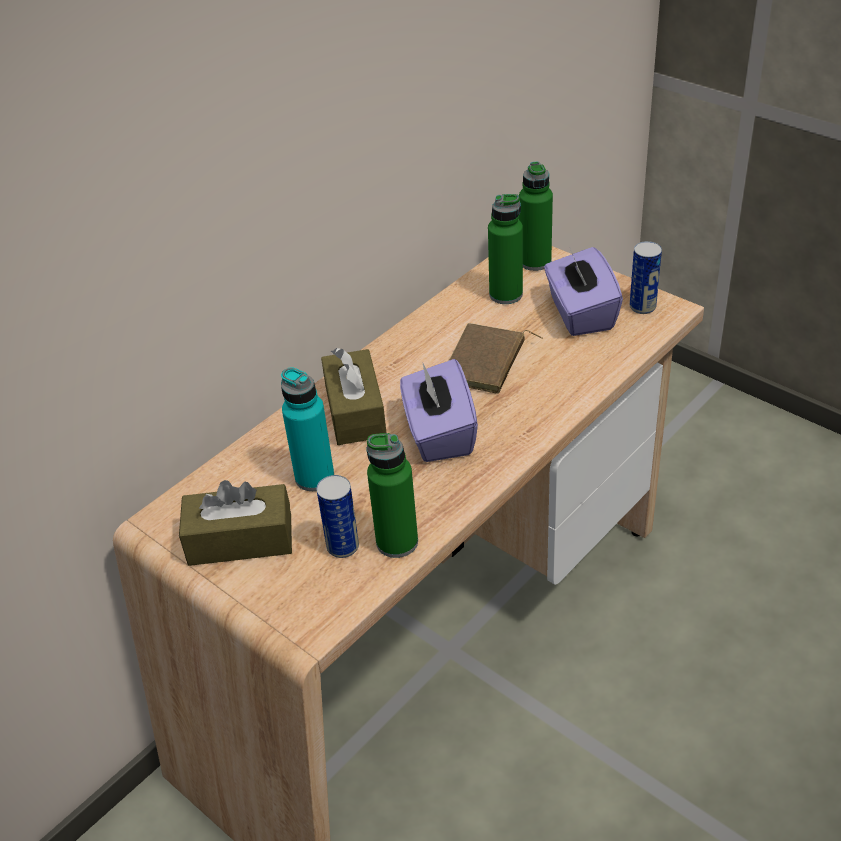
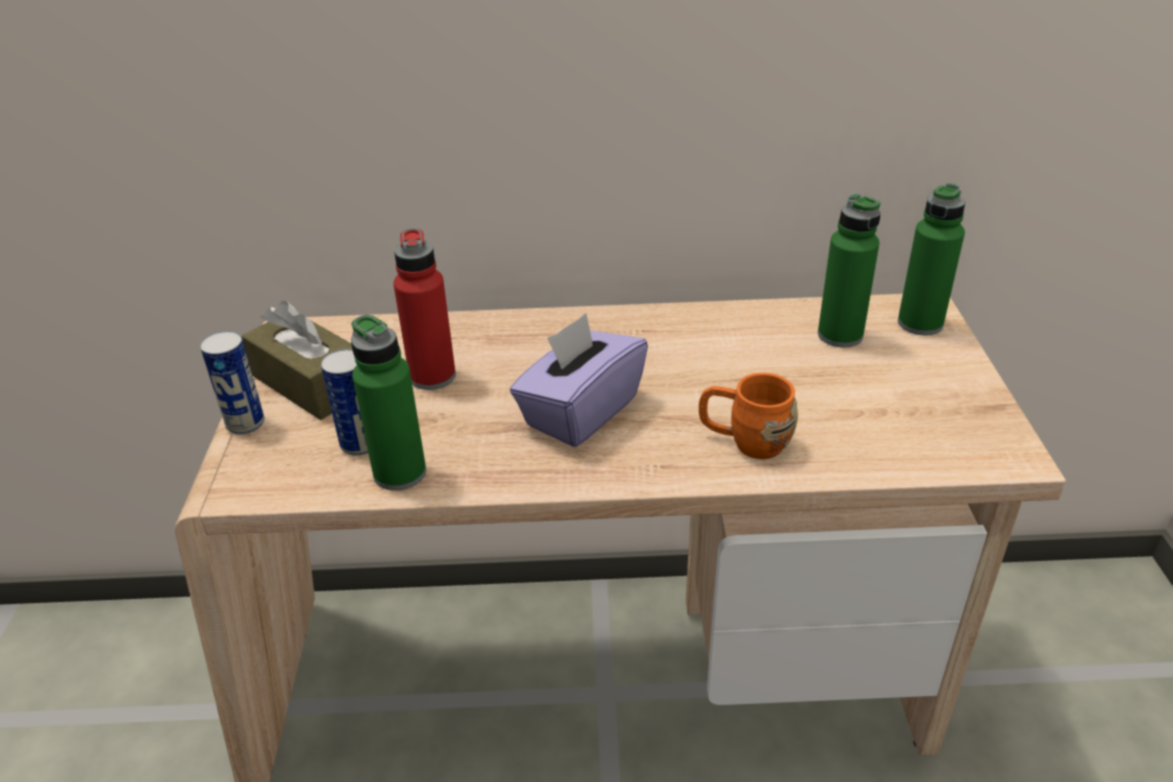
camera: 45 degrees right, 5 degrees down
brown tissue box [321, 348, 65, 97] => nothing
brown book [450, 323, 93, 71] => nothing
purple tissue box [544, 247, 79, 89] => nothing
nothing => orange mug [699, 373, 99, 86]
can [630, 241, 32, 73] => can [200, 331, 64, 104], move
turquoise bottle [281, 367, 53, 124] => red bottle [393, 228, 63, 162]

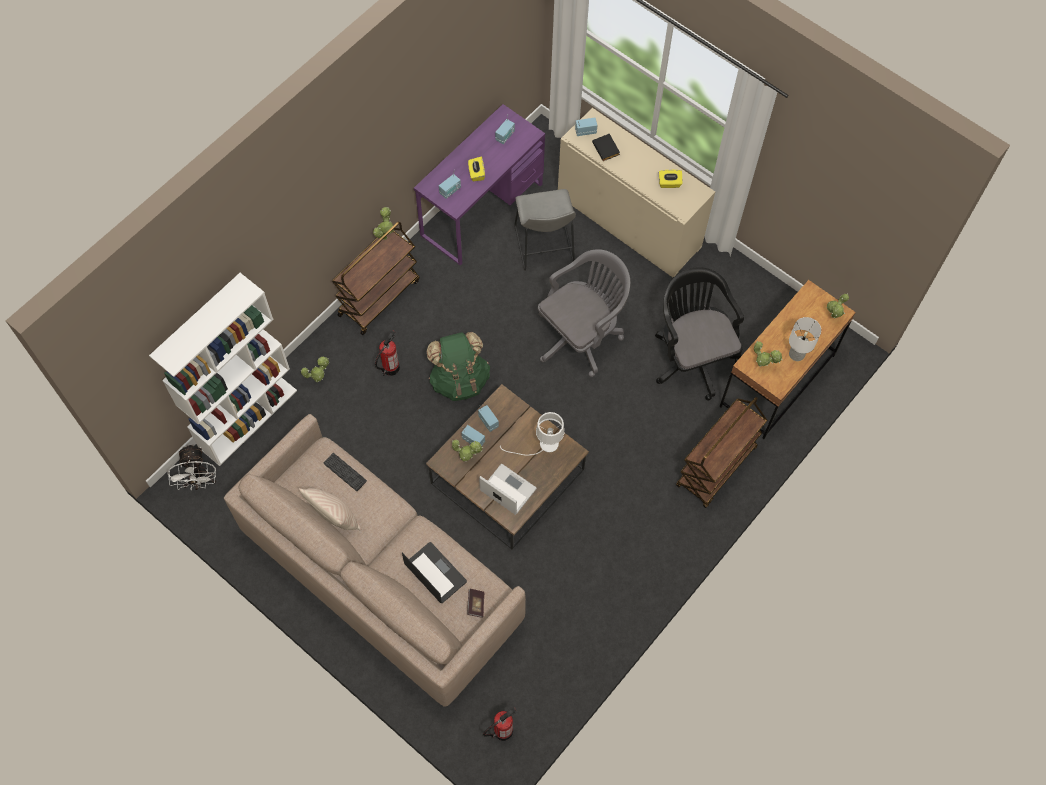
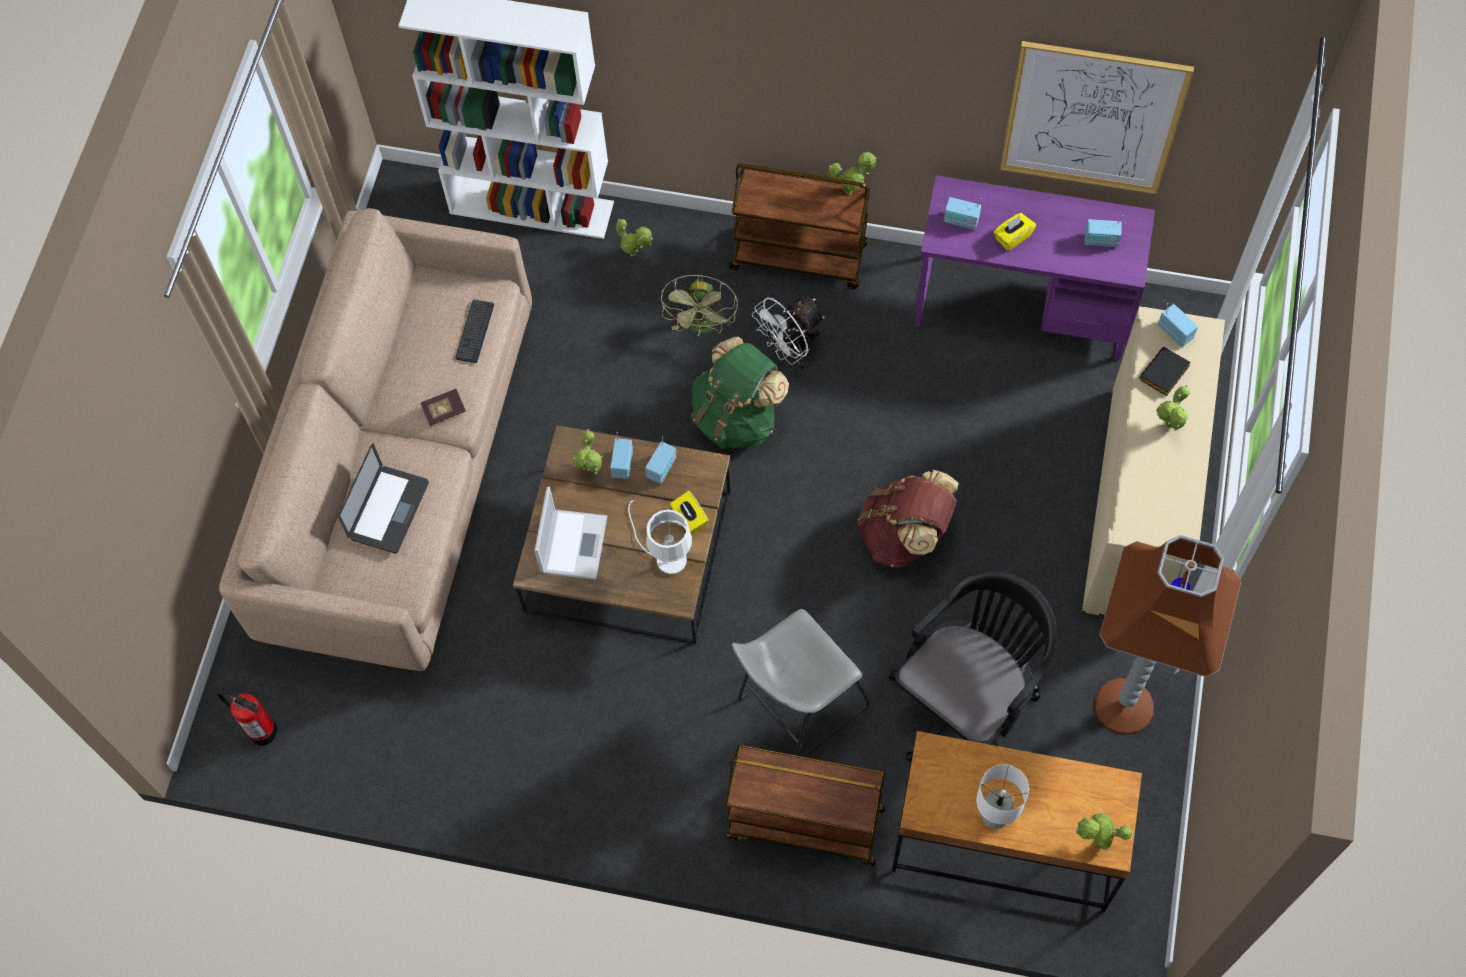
camera: 65 degrees right, 0 degrees up
beige pillow [299, 488, 63, 43] => nothing
nothing => picture [1000, 41, 194, 153]
nothing => brown floor lamp [1095, 535, 146, 200]
white fan [167, 444, 49, 47] => white fan [752, 296, 73, 75], move
book [467, 589, 18, 29] => book [420, 389, 46, 37], move
grey stool [514, 189, 62, 82] => grey stool [732, 609, 137, 148], move
yellow tissue box [659, 170, 24, 18] => yellow tissue box [670, 491, 39, 43], move
potted plant [754, 341, 29, 25] => potted plant [1156, 385, 34, 46], move
fire extinguisher [375, 330, 25, 46] => green fan [661, 275, 77, 61]
grey office chair [538, 249, 92, 128] => brown backpack [858, 470, 101, 98]

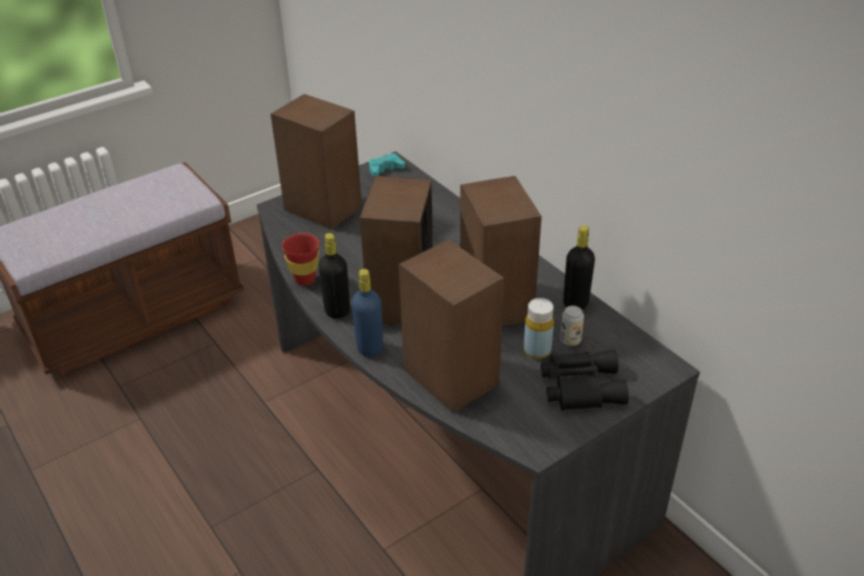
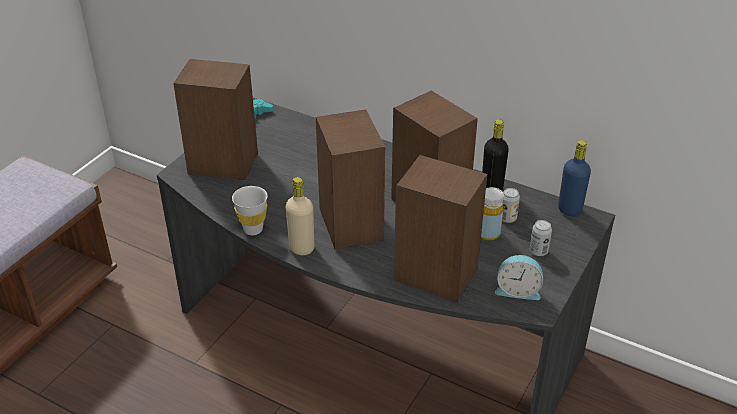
camera: 25 degrees left, 0 degrees up
nothing => alarm clock [495, 255, 48, 45]
blue bottle [352, 269, 31, 88] => blue bottle [558, 140, 33, 76], move
black binoculars [541, 350, 88, 61] => can [530, 220, 22, 36]
red cup [282, 233, 37, 53] => white cup [232, 186, 36, 49]
black bottle [318, 233, 32, 86] => beige bottle [286, 177, 28, 78]

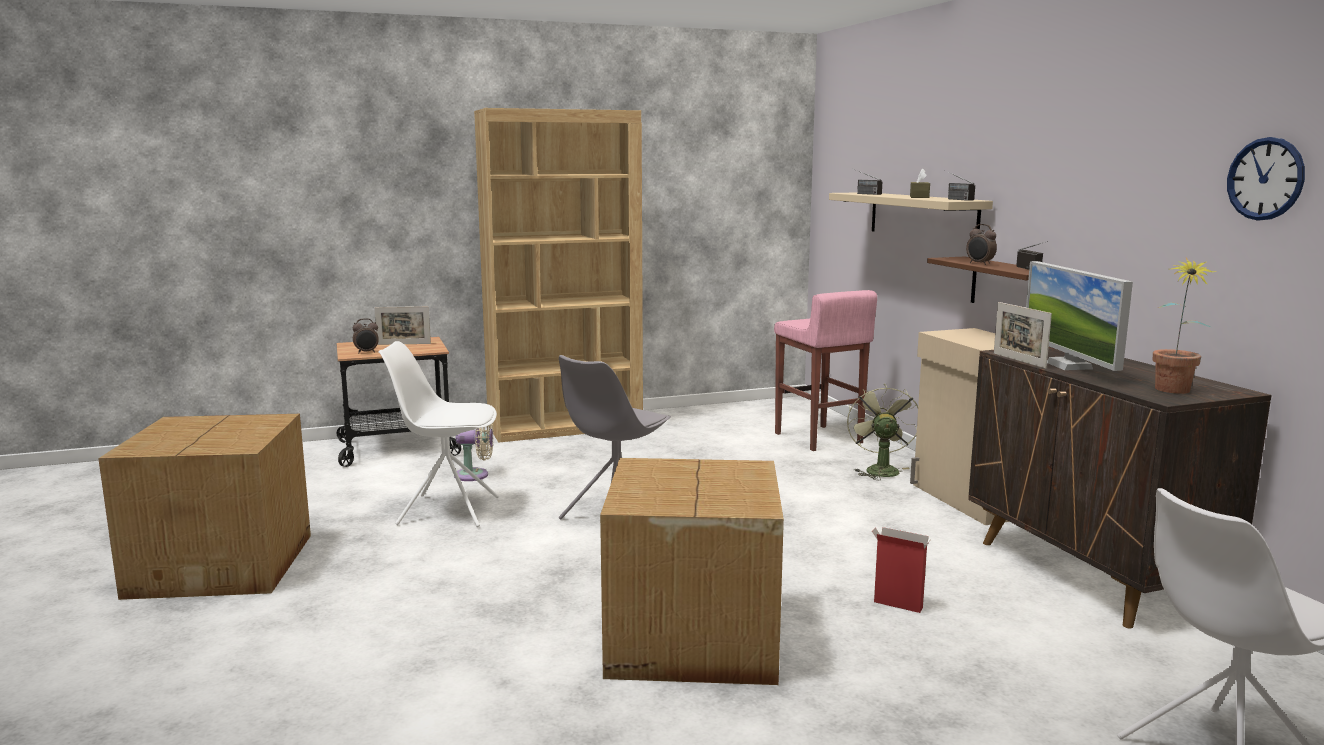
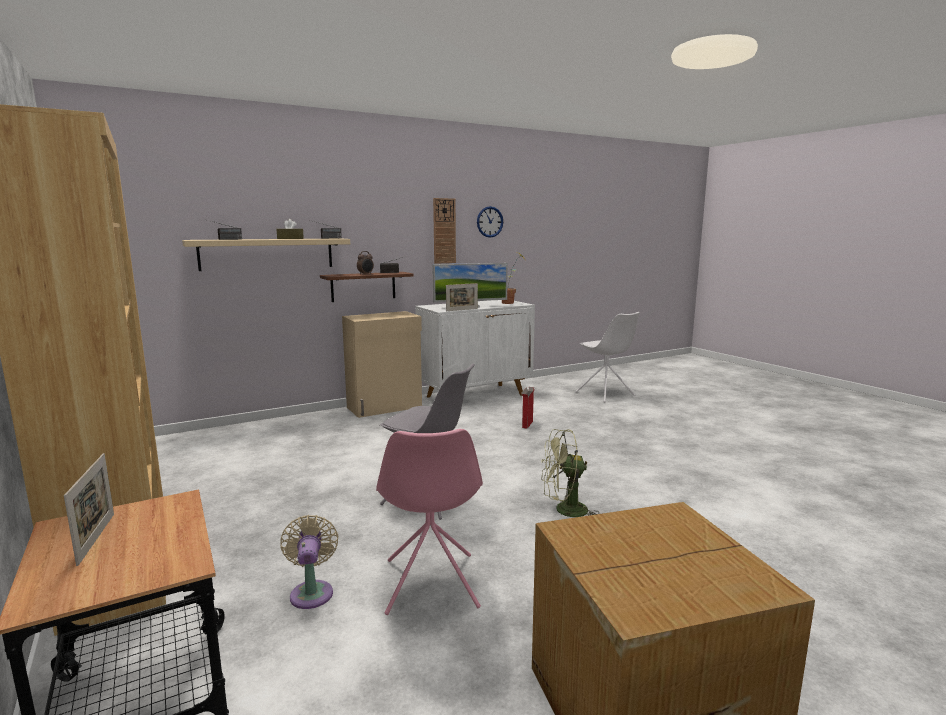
camera: 100 degrees left, 0 degrees up
alarm clock [353, 318, 26, 35] => nothing
cardboard box [600, 458, 184, 227] => nothing
pink stool [774, 290, 103, 161] => nothing
nothing => wall clock [433, 198, 23, 66]
green fan [847, 383, 71, 97] => green fan [541, 429, 58, 88], move
white chair [378, 341, 121, 186] => pink chair [376, 429, 107, 186]
brown cabinet [968, 347, 303, 281] => white cabinet [415, 300, 120, 97]

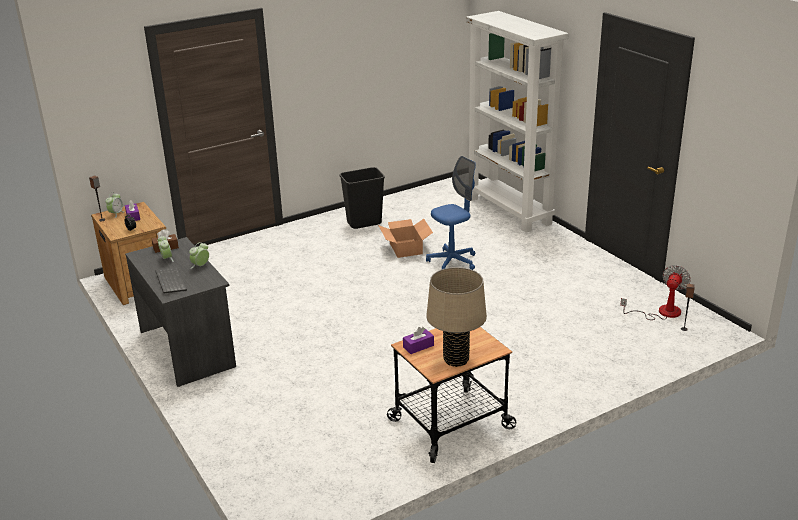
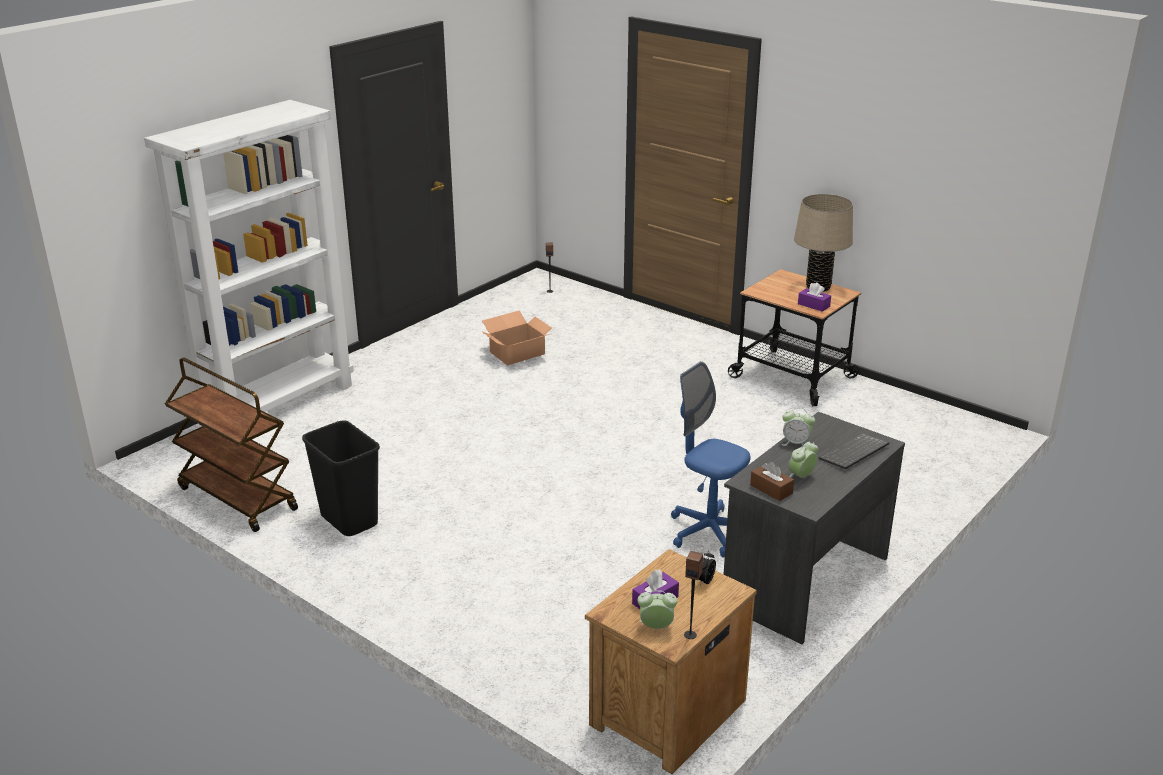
camera: 110 degrees left, 0 degrees up
fan [620, 265, 71, 55] => nothing
nothing => brown cart [165, 357, 133, 175]
cardboard box [378, 219, 55, 39] => cardboard box [481, 310, 71, 56], move
blue office chair [426, 156, 50, 114] => blue office chair [671, 361, 79, 197], move

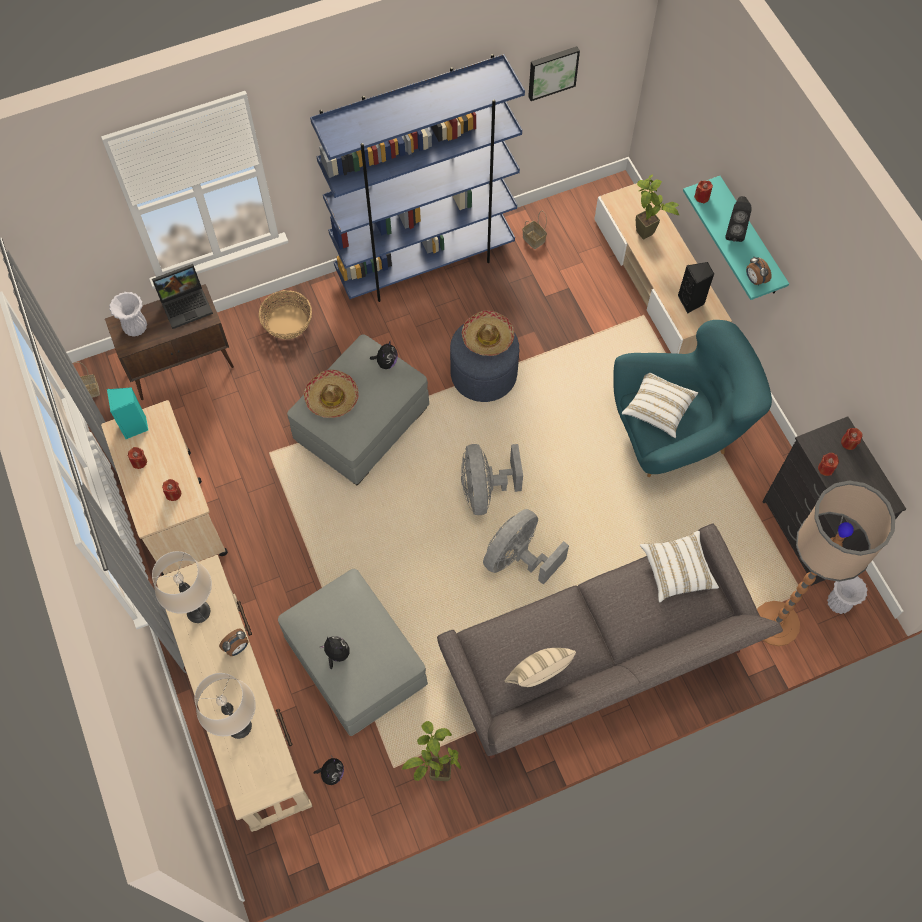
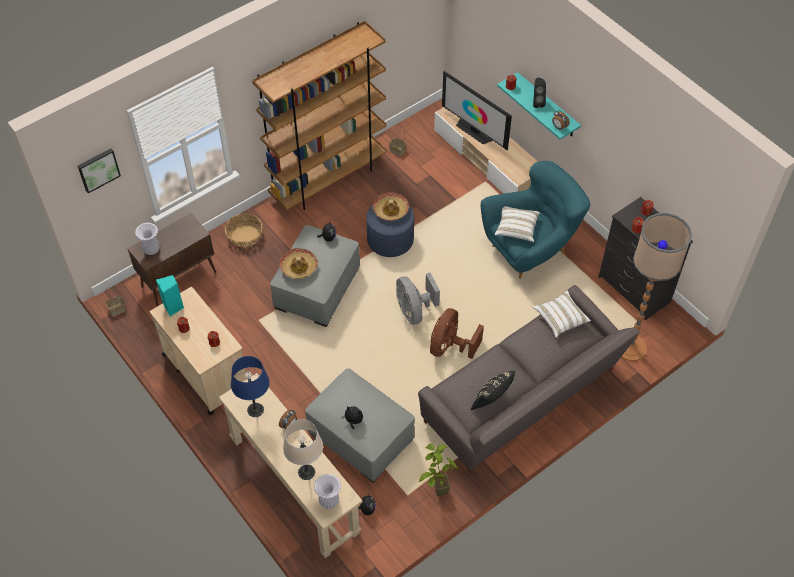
camera: 15 degrees left, 10 degrees down
laptop [152, 264, 61, 65] => nothing
black speaker [678, 262, 36, 52] => nothing
picture [528, 46, 52, 55] => picture [78, 149, 43, 44], move
white vase [827, 576, 41, 38] => white vase [314, 474, 27, 35], move
potted plant [636, 174, 43, 65] => television [442, 71, 70, 79]
beige table lamp [152, 551, 60, 72] => blue table lamp [231, 356, 39, 61]
blue bookcase [310, 54, 215, 248] => brown bookcase [252, 21, 135, 190]
grey fan [483, 509, 86, 76] => brown fan [430, 308, 54, 51]
beige pillow [504, 648, 72, 39] => black pillow [471, 371, 44, 39]

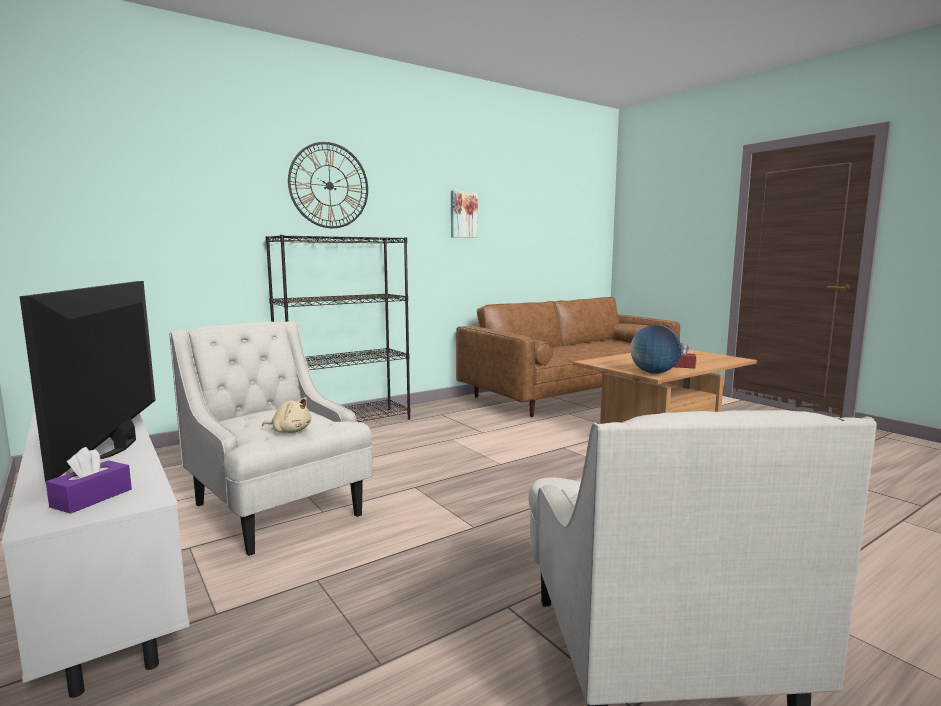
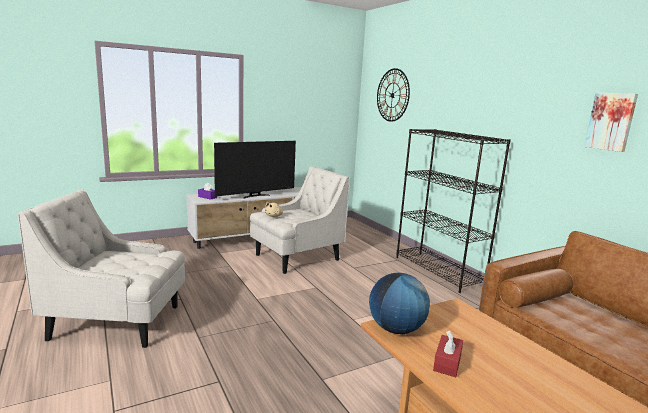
camera: 95 degrees right, 5 degrees up
wall clock [288, 142, 80, 86] => wall clock [377, 68, 33, 54], move
television [20, 281, 136, 201] => television [214, 141, 82, 57], 150 degrees clockwise

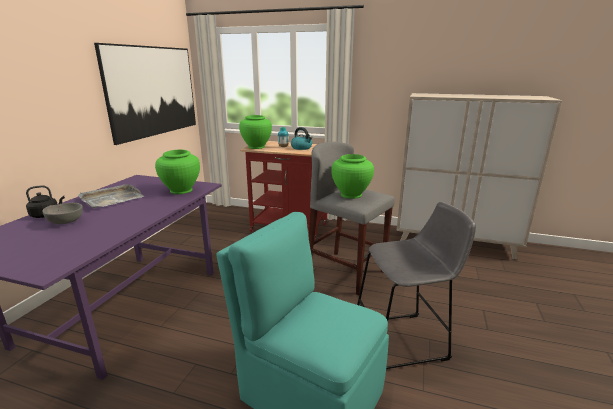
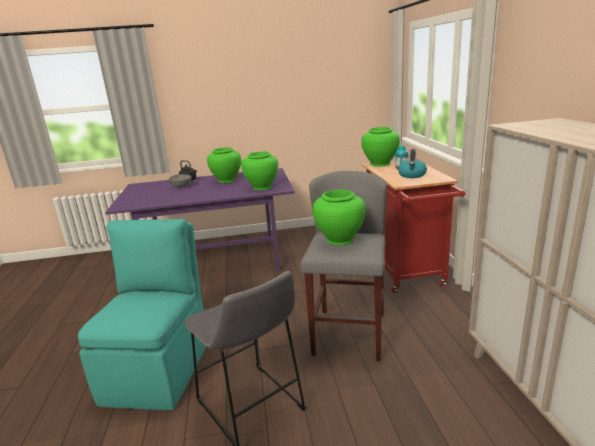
camera: 65 degrees right, 0 degrees up
picture [94, 43, 102, 102] => nothing
grey tray [78, 184, 66, 24] => green vase [207, 147, 34, 36]

